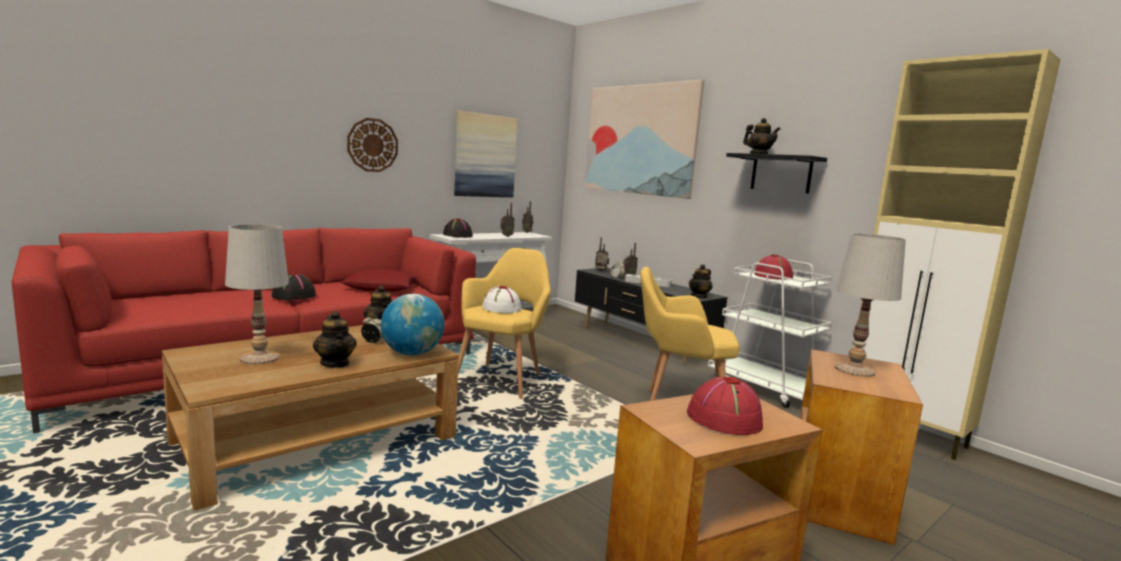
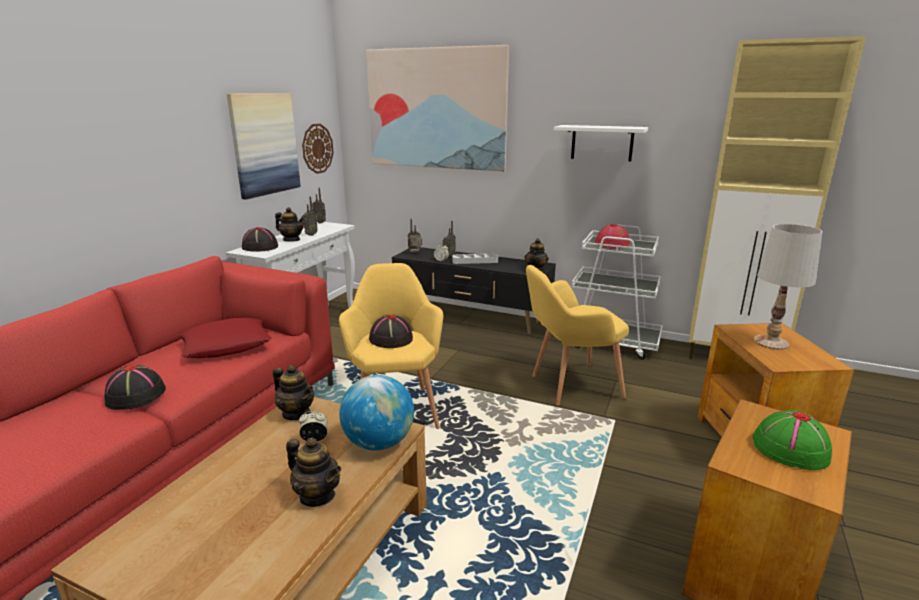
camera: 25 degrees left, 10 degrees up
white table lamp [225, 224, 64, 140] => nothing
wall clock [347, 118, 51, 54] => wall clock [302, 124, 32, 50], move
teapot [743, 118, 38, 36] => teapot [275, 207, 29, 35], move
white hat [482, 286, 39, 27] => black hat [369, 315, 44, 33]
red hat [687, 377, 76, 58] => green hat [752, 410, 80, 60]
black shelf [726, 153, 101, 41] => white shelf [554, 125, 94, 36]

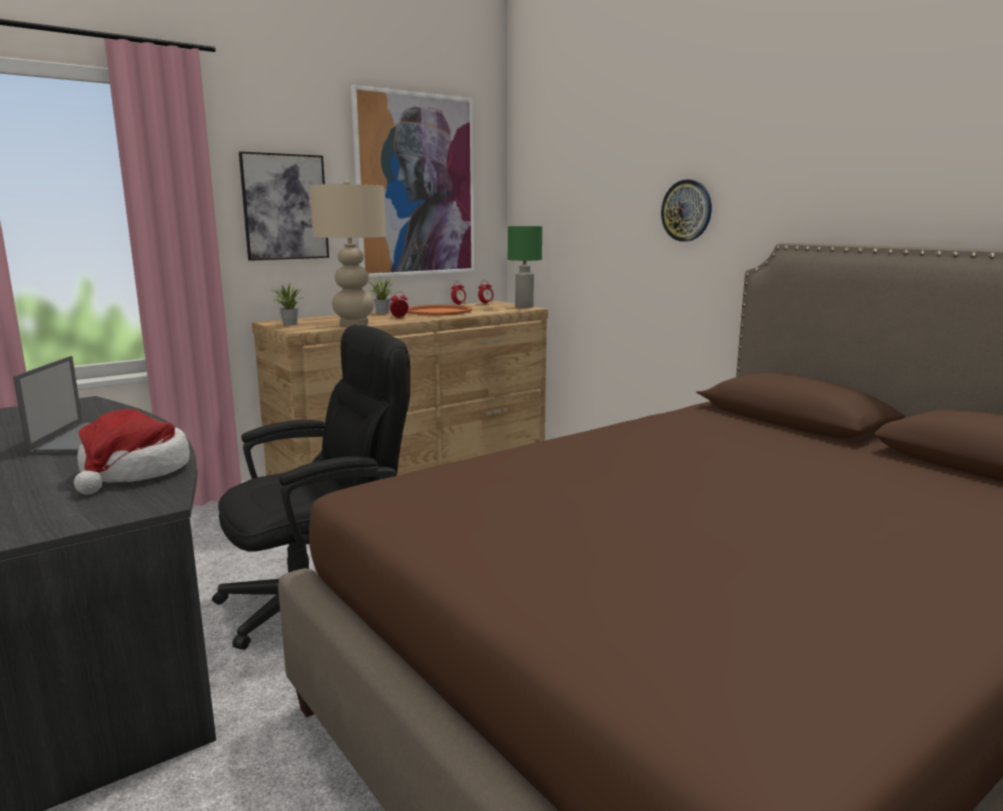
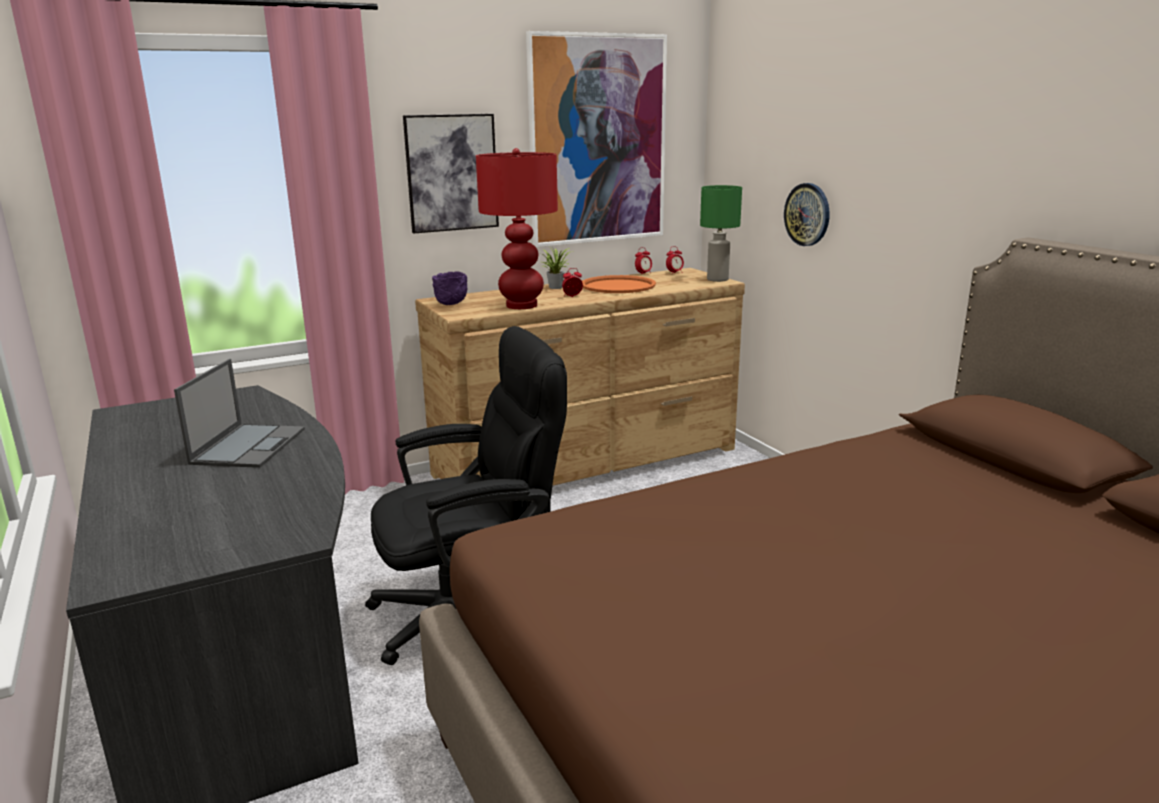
camera: 10 degrees right, 5 degrees up
hat [74, 409, 116, 86] => nothing
wall clock [661, 179, 51, 63] => wall clock [784, 183, 46, 63], move
potted plant [272, 284, 33, 41] => purple bowl [432, 271, 35, 34]
beige table lamp [310, 180, 76, 146] => red table lamp [476, 148, 82, 161]

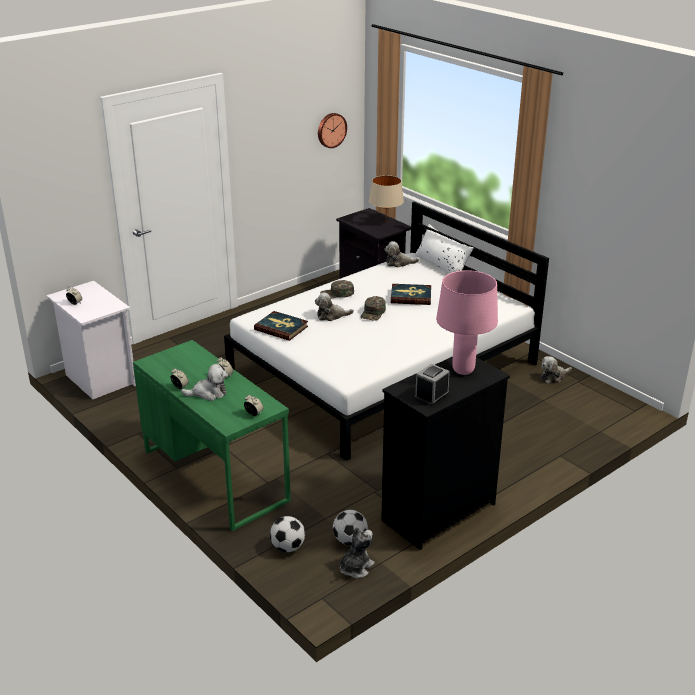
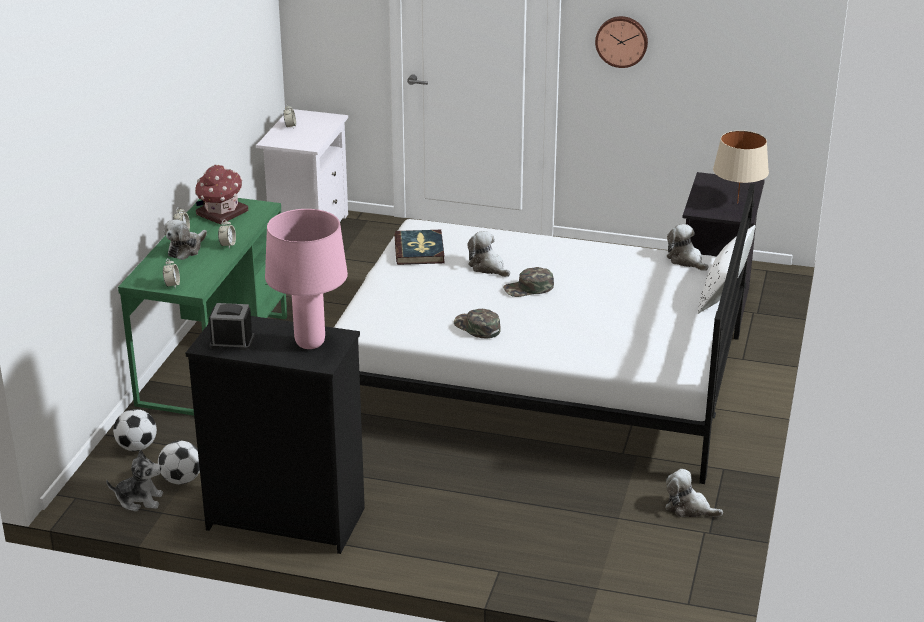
camera: 55 degrees right, 0 degrees up
book [391, 284, 40, 21] => nothing
nothing => toy house [195, 165, 53, 60]
wall clock [318, 113, 29, 35] => wall clock [595, 16, 53, 52], move
green cap [320, 280, 34, 18] => green cap [454, 309, 47, 29], move
plush toy [181, 364, 47, 37] => plush toy [164, 219, 43, 41], 75 degrees clockwise

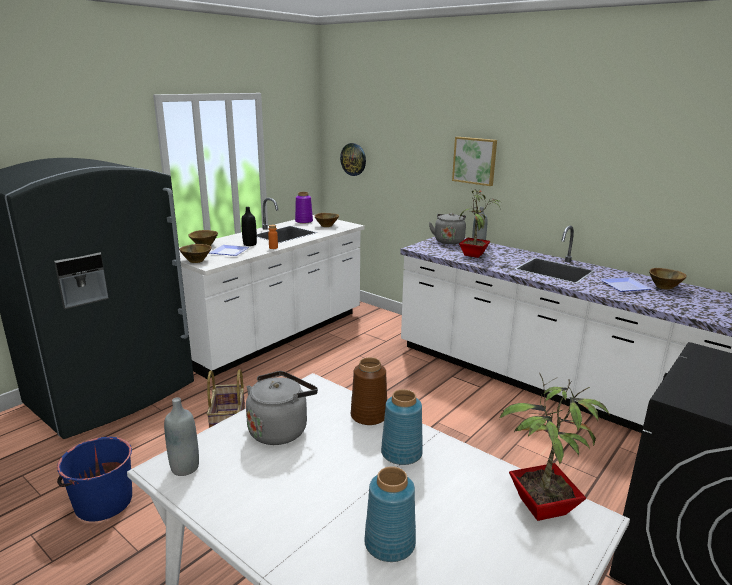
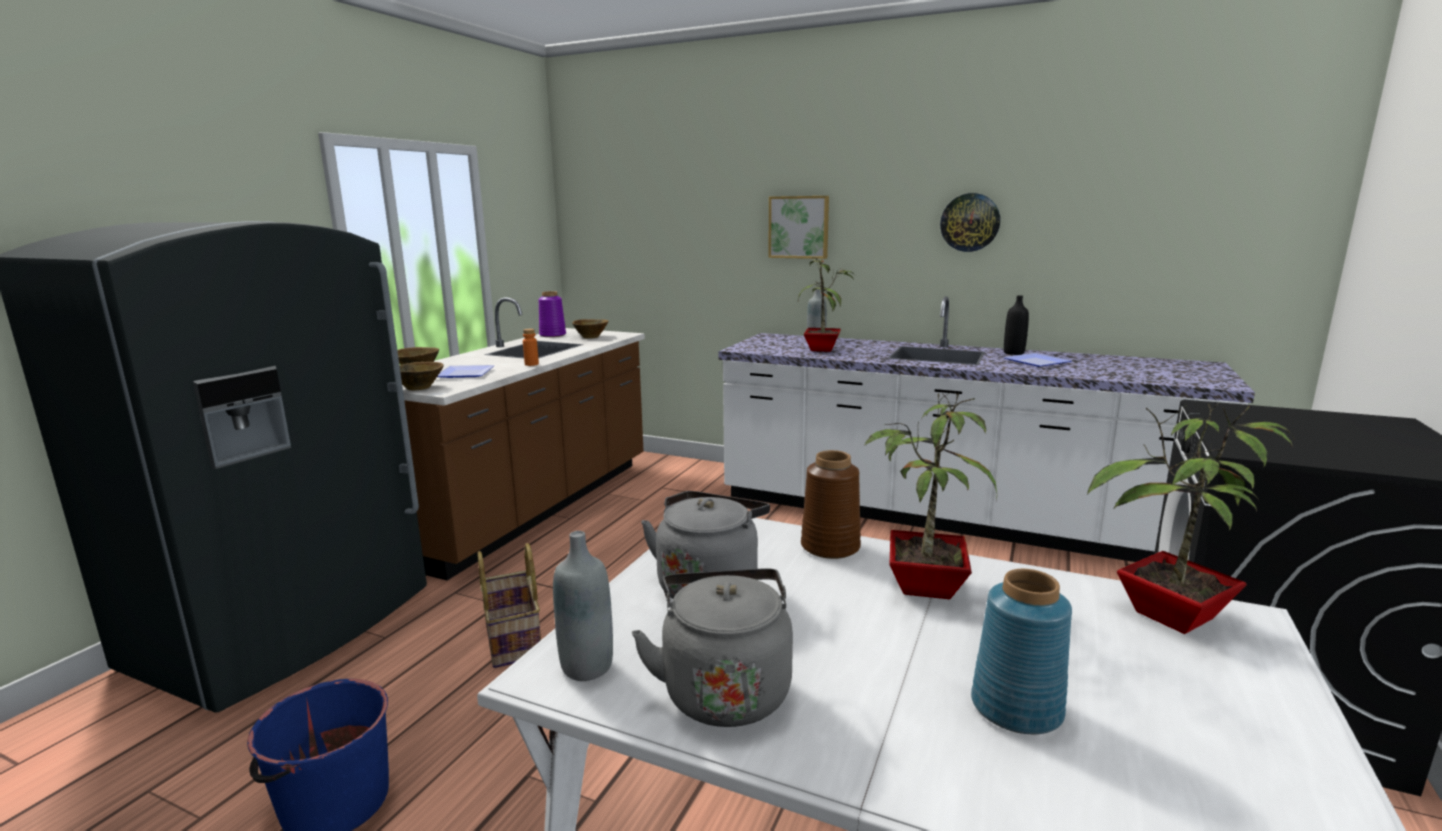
camera: 15 degrees left, 5 degrees down
brown bowl [649, 268, 38, 22] => nothing
black bottle [241, 207, 16, 39] => black bottle [1004, 295, 25, 60], move
wall clock [340, 143, 26, 33] => wall clock [940, 193, 60, 59], move
grey kettle [429, 213, 37, 31] => grey kettle [632, 568, 161, 159], move
blue vase [381, 389, 42, 76] => potted plant [864, 392, 133, 207]
white counter [179, 198, 186, 181] => brown counter [402, 297, 243, 283]

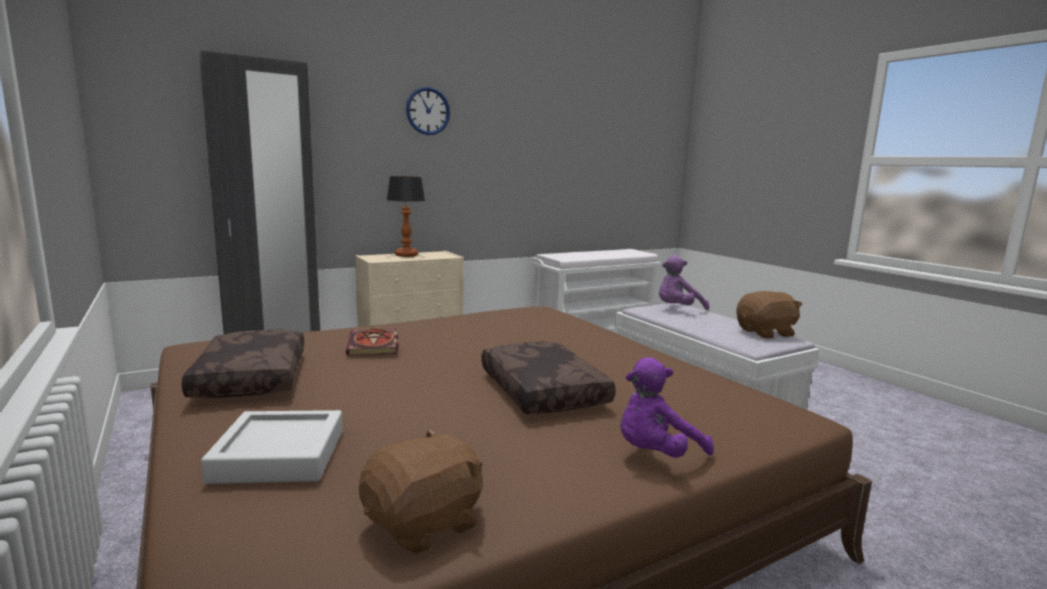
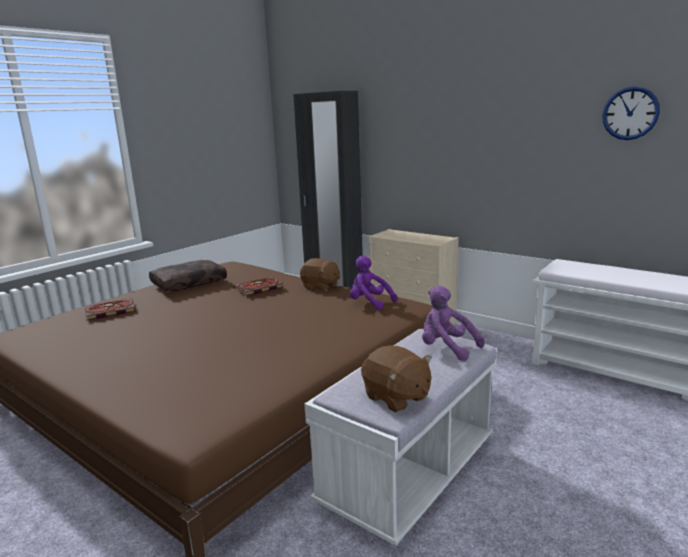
camera: 70 degrees right, 5 degrees up
table lamp [386, 176, 39, 81] => nothing
brown pillow [481, 341, 134, 73] => nothing
brown plush toy [359, 429, 124, 125] => brown plush toy [300, 258, 40, 33], move
wall clock [406, 87, 44, 48] => wall clock [602, 86, 58, 54], move
purple plush toy [620, 357, 94, 101] => purple plush toy [350, 256, 47, 54], move
grey tray [201, 410, 142, 74] => book [85, 298, 51, 23]

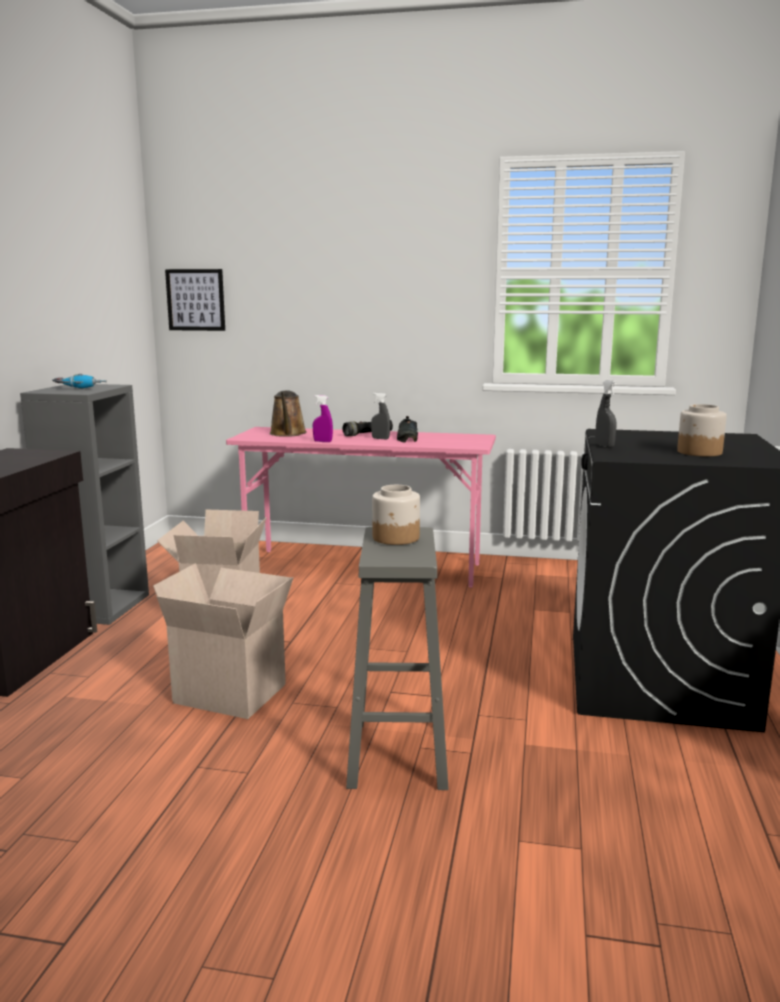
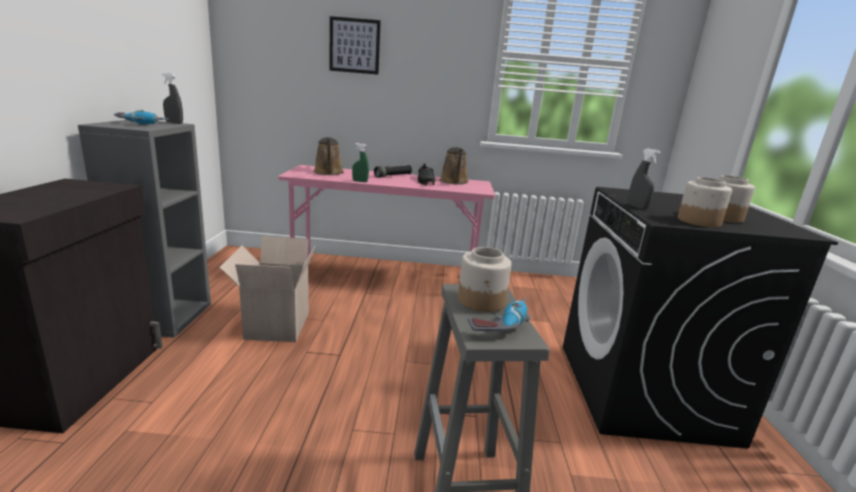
camera: 10 degrees left, 5 degrees up
cardboard box [153, 563, 140, 156] => nothing
nothing => brown watering can [440, 147, 29, 38]
nothing => power drill [468, 298, 62, 33]
nothing => jar [678, 177, 54, 51]
picture [165, 269, 60, 62] => picture [329, 16, 52, 59], move
grey spray bottle [371, 393, 19, 46] => grey spray bottle [162, 73, 21, 51], move
purple spray bottle [313, 395, 20, 47] => green spray bottle [352, 143, 17, 39]

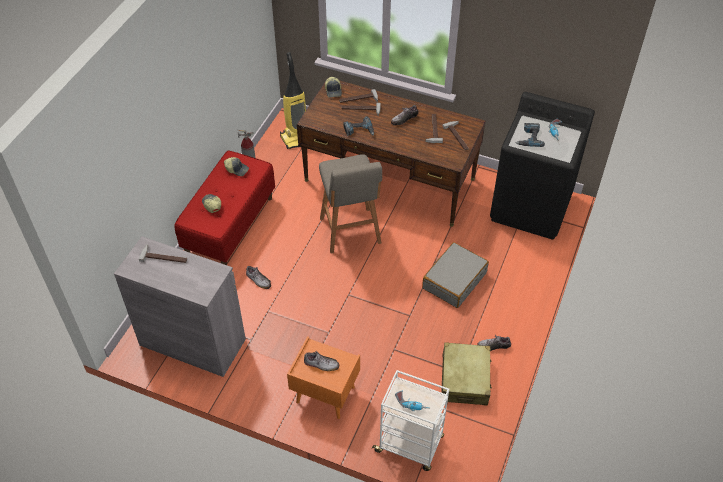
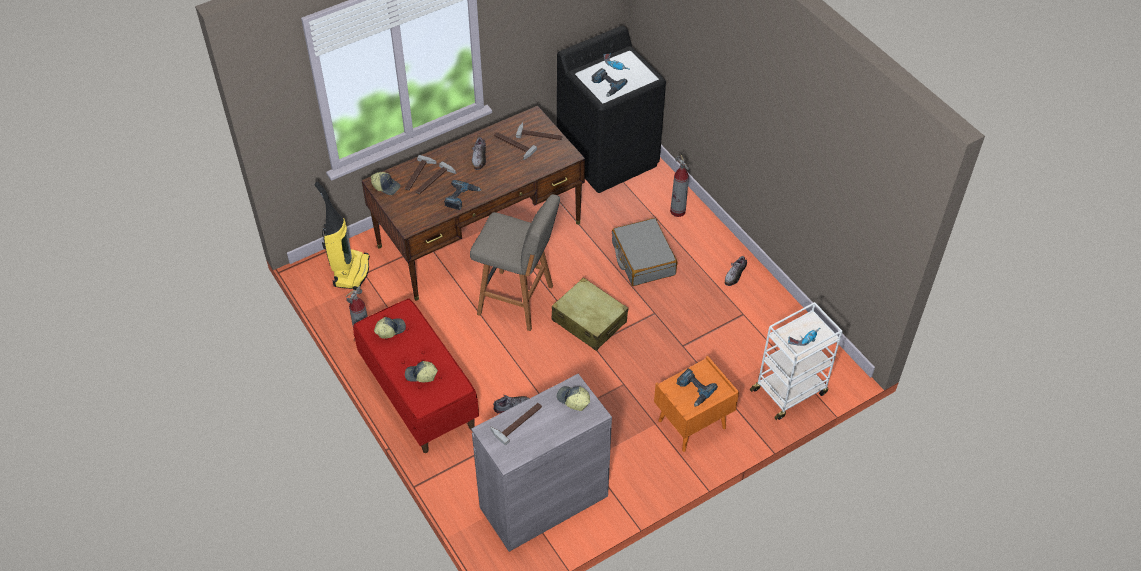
camera: 55 degrees left, 0 degrees up
nothing => cap [557, 386, 33, 25]
nothing => fire extinguisher [670, 154, 19, 63]
beige suitcase [442, 342, 50, 64] => beige suitcase [551, 277, 77, 74], move
shoe [304, 351, 35, 20] => power drill [677, 368, 41, 39]

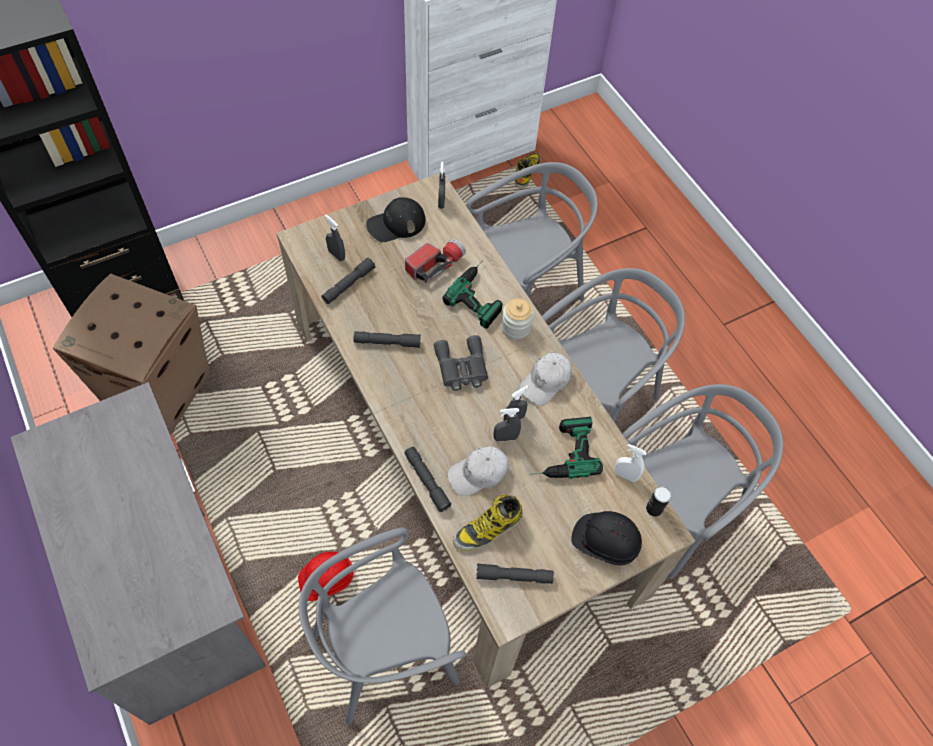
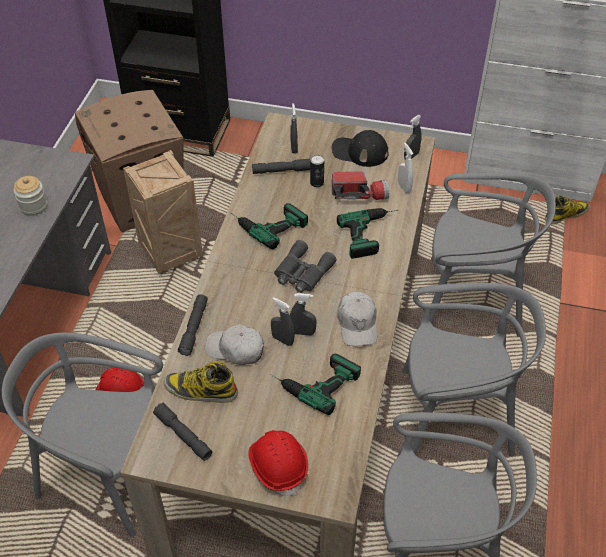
camera: 45 degrees right, 10 degrees down
nothing => crate [123, 150, 80, 124]
jar [501, 298, 33, 42] => jar [13, 176, 34, 40], move
white spray bottle [614, 444, 33, 38] => white spray bottle [398, 143, 15, 50], move
can [646, 486, 25, 31] => can [310, 155, 14, 32], move
grey flashlight [354, 331, 67, 17] => power drill [231, 203, 77, 46]
black hard hat [571, 511, 71, 54] => red hard hat [248, 430, 60, 66]
white cap [519, 353, 53, 53] => white cap [337, 292, 40, 54], 90 degrees counterclockwise

